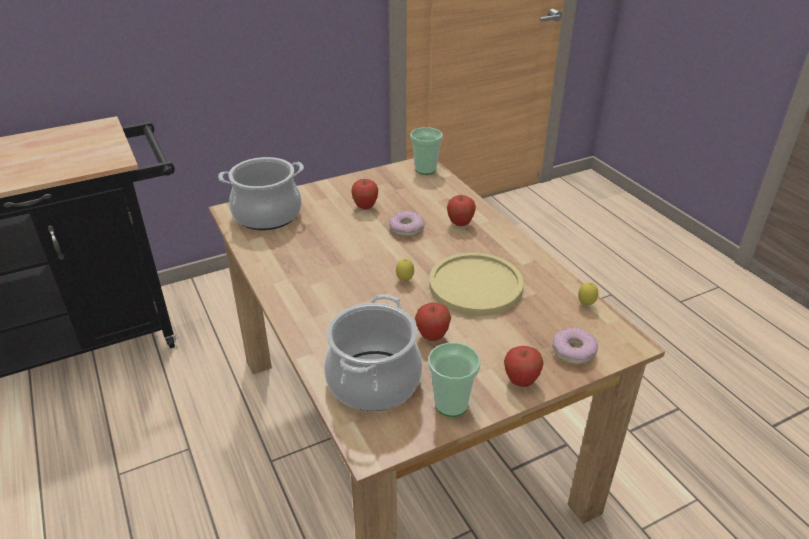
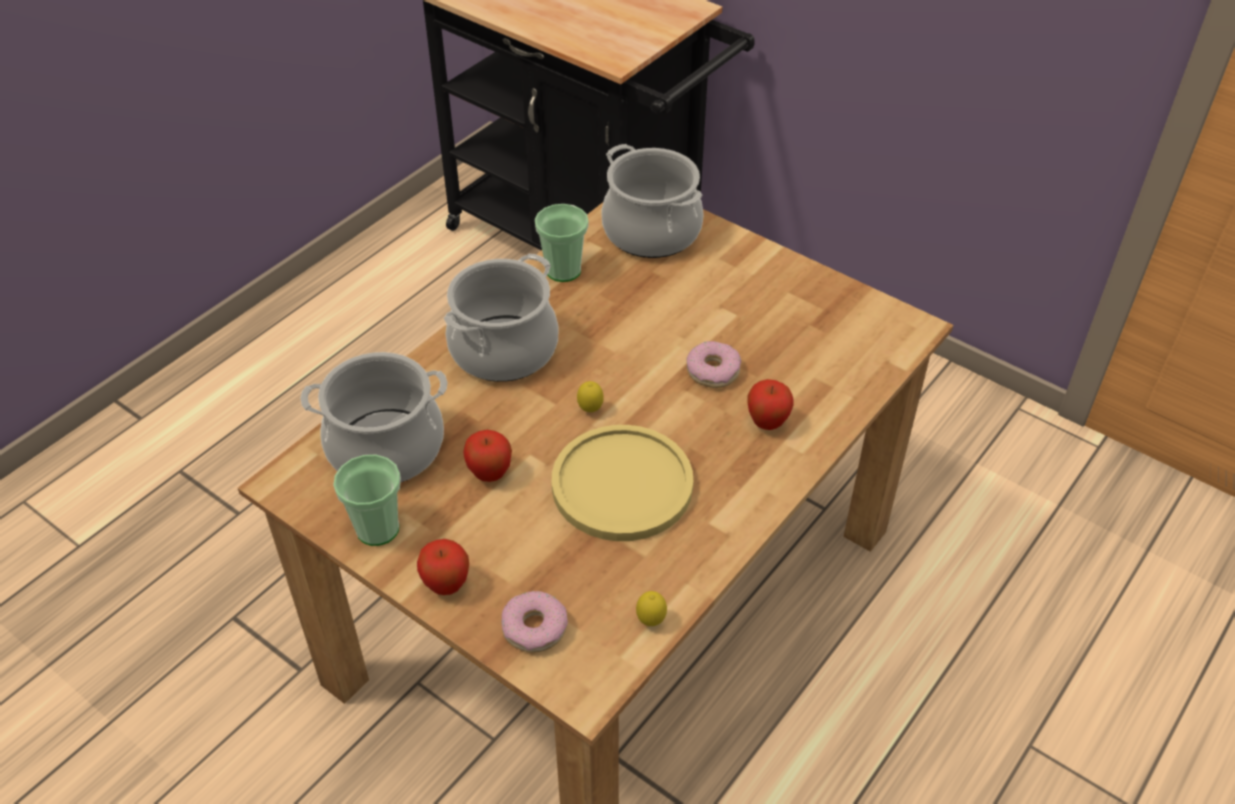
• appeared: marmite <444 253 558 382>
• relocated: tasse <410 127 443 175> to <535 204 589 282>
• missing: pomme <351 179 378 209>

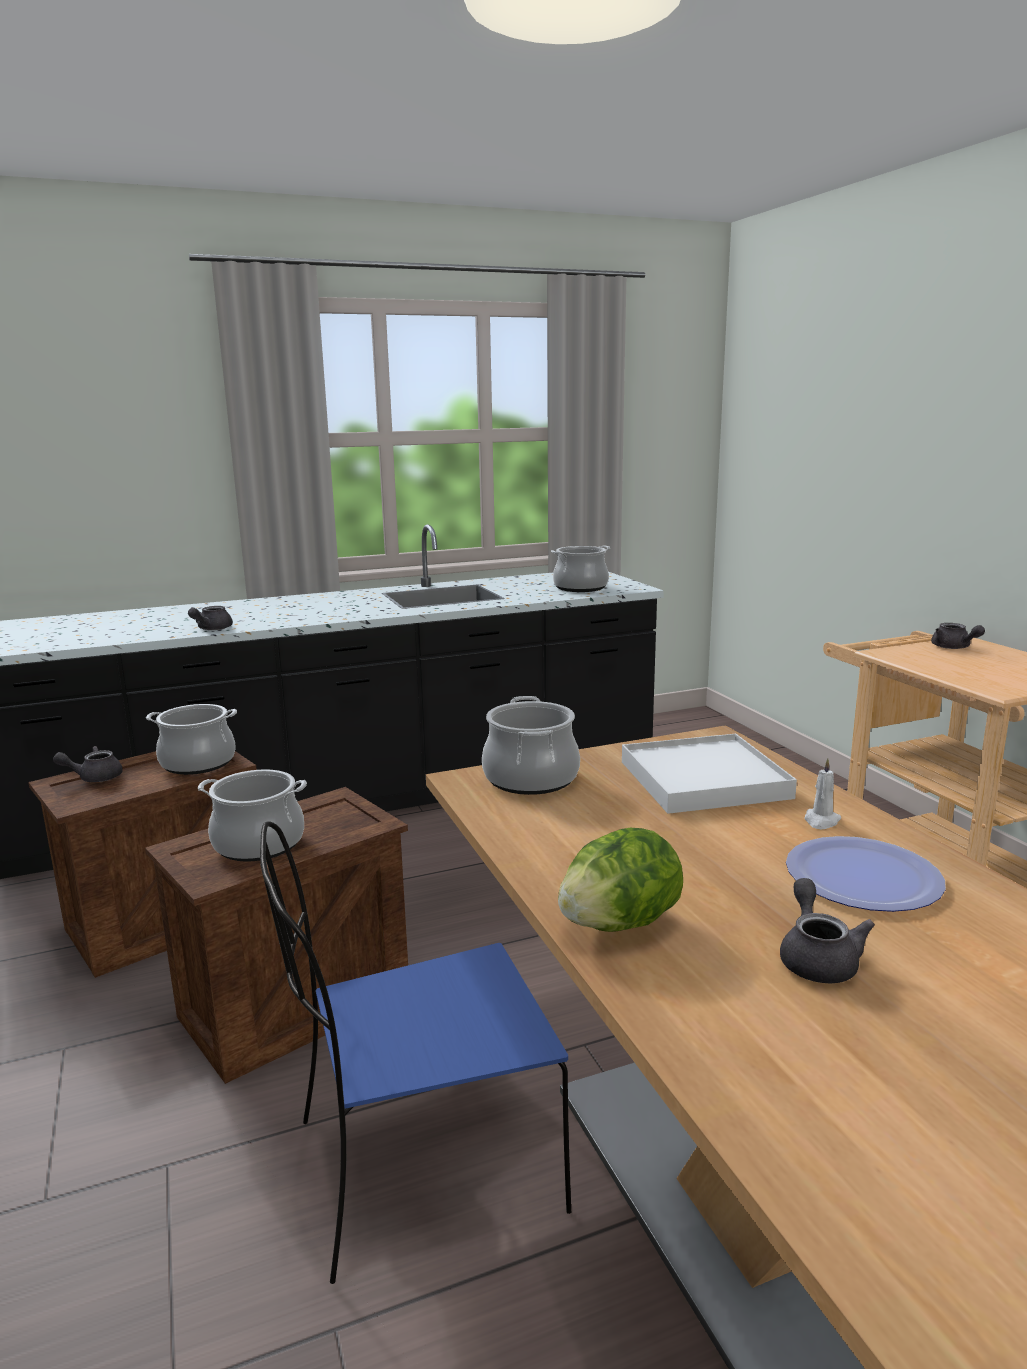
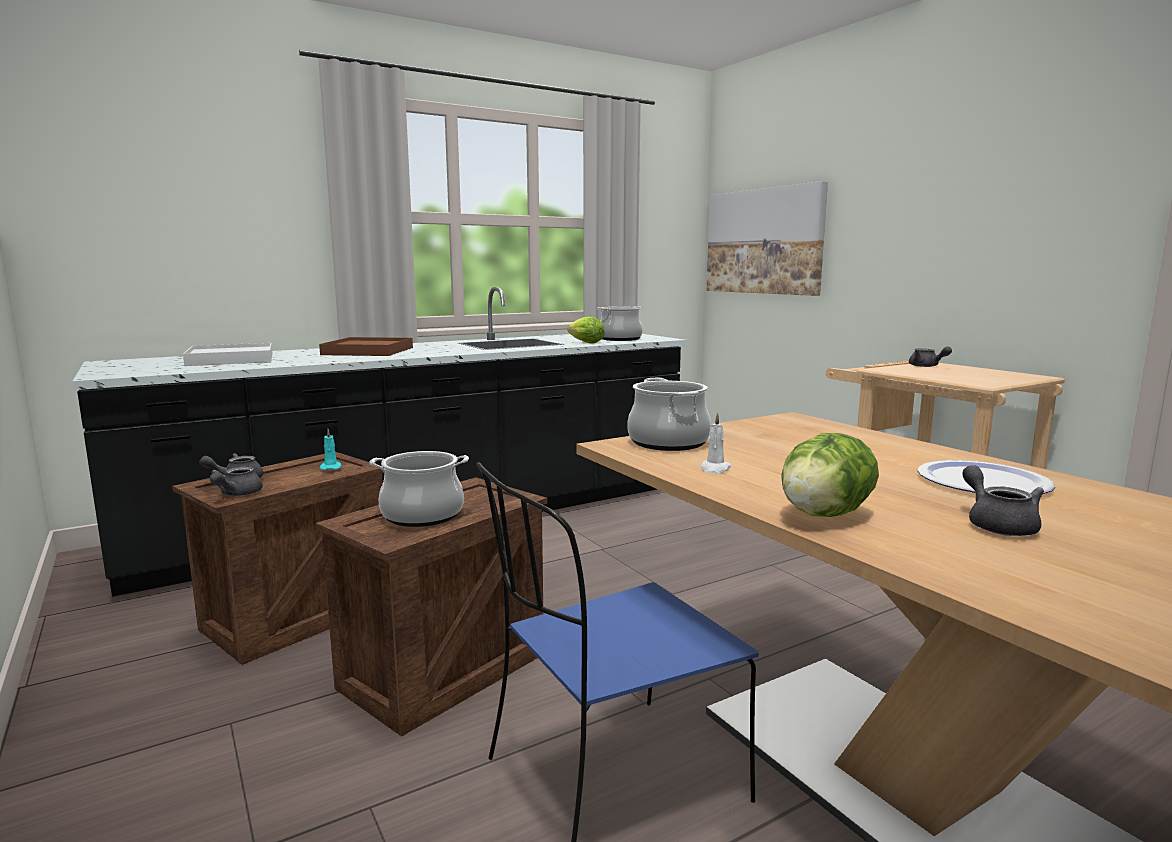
• relocated: plateau (blanc) <622 734 797 814> to <183 343 273 366>
• relocated: théière (gris) <188 606 233 630> to <210 467 263 496>
• appeared: plateau (marron) <319 337 413 356>
• exchanged: marmite <146 704 237 775> to bougie (turquoise) <320 429 341 470>
• appeared: laitue <567 317 605 344>
• relocated: bougie (blanc) <804 758 841 829> to <701 412 731 474>
• appeared: tableau <706 181 828 296>

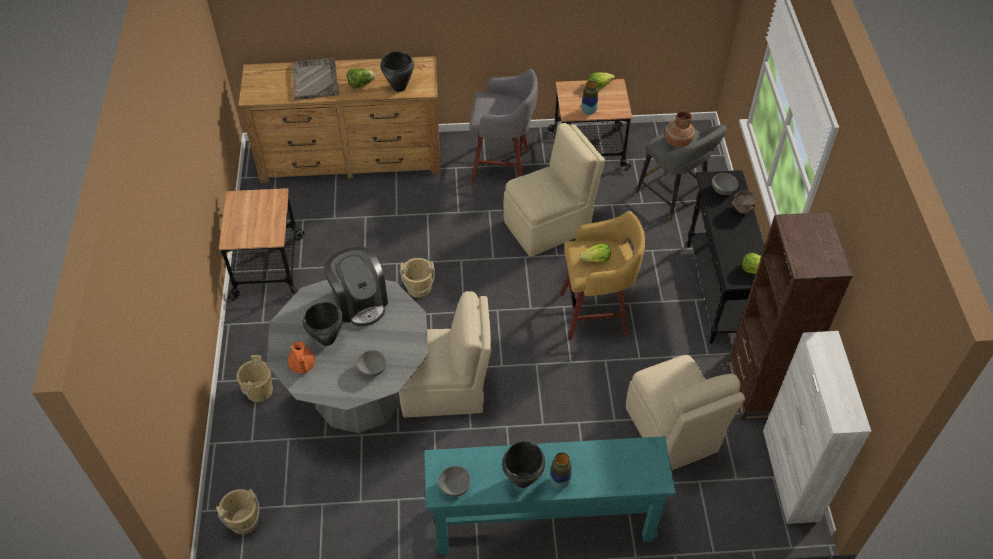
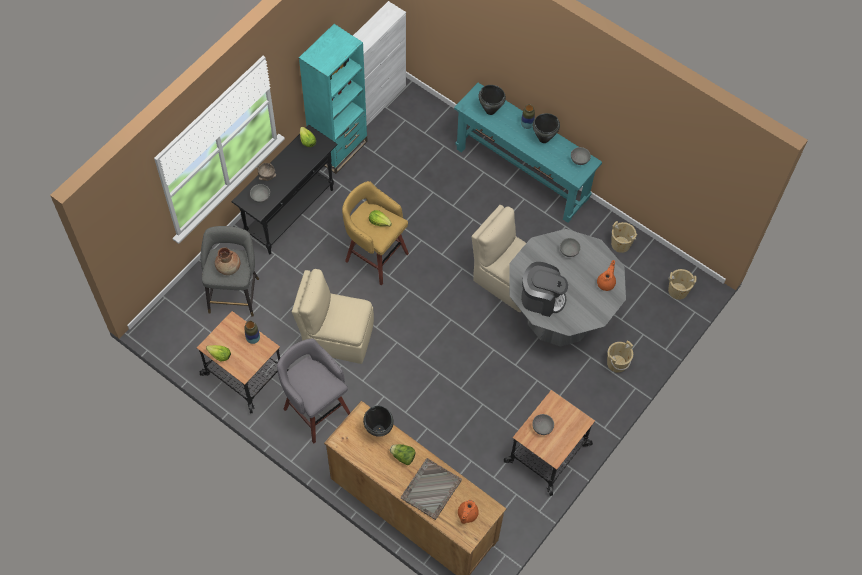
• colour: bibliothèque (marron) <728 212 853 420> to bibliothèque (turquoise) <299 24 368 174>
• appeared: théière (orange) <458 500 479 524>
• relocated: marmite (noir) <302 302 343 346> to <478 85 506 115>
• spun: machine à café <324 247 388 326> = <521 262 568 317> 90 degrees clockwise
• appeared: bol (gris) <532 414 554 435>
• relocated: seau (beige) <400 258 435 298> to <611 221 637 253>
• missing: chaise (beige) <626 355 745 470>

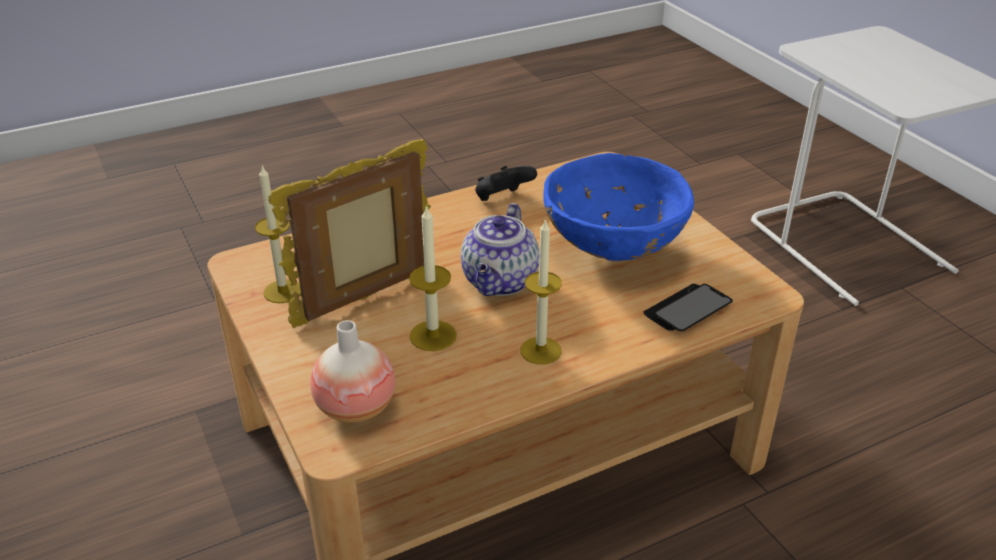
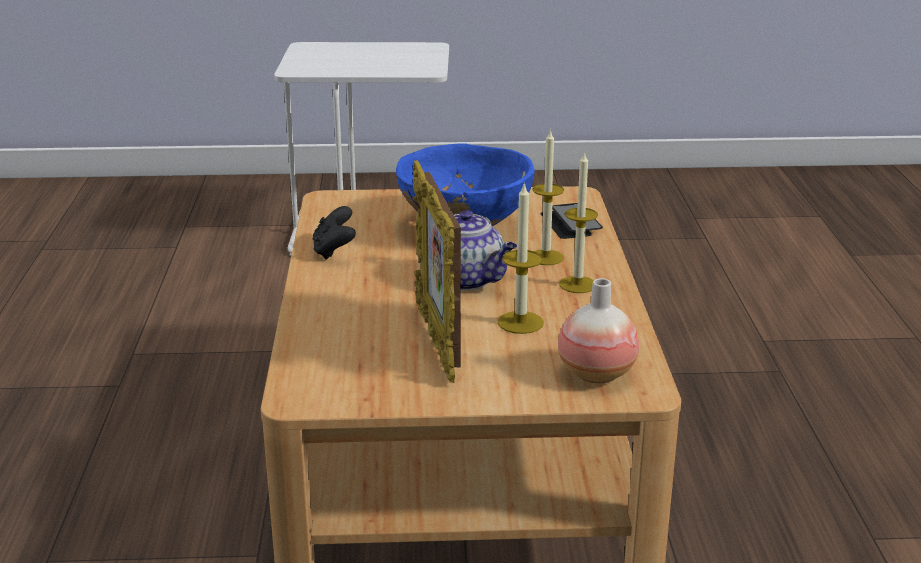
• relocated: bougie <255 165 301 303> to <533 129 564 265>

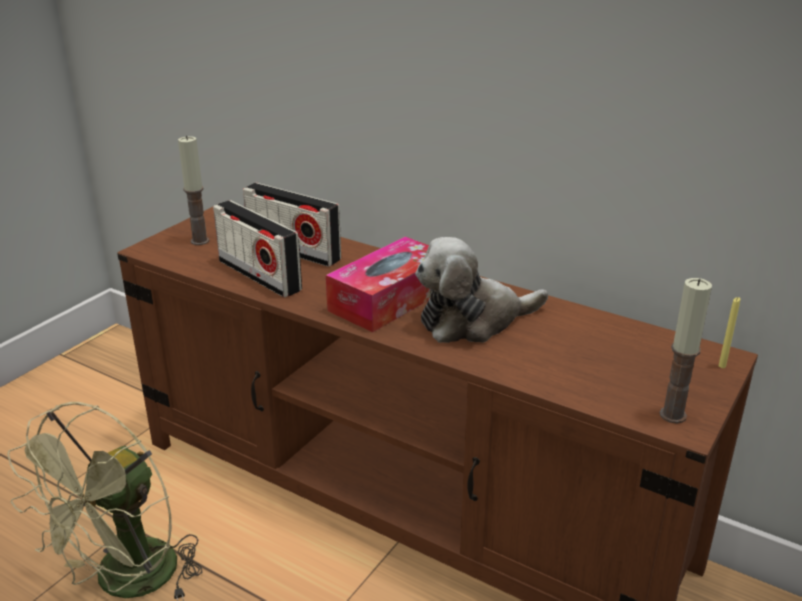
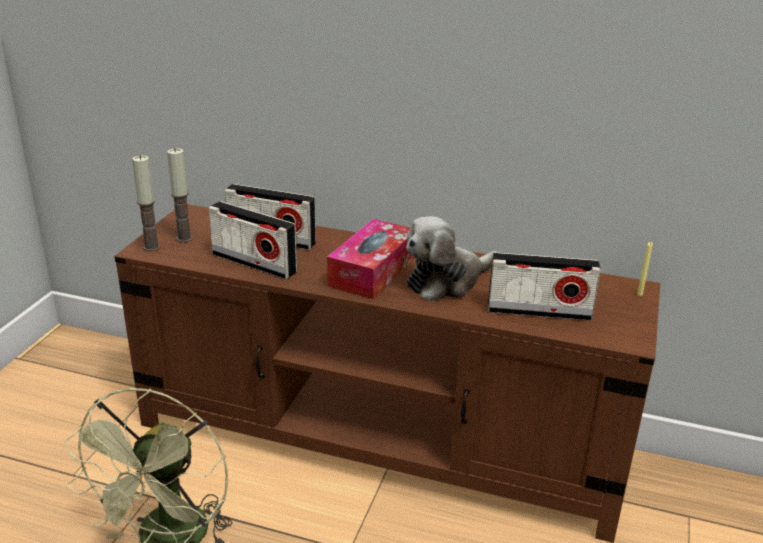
• relocated: bougie <660 278 712 423> to <132 155 160 251>
• appeared: radio <488 252 601 321>

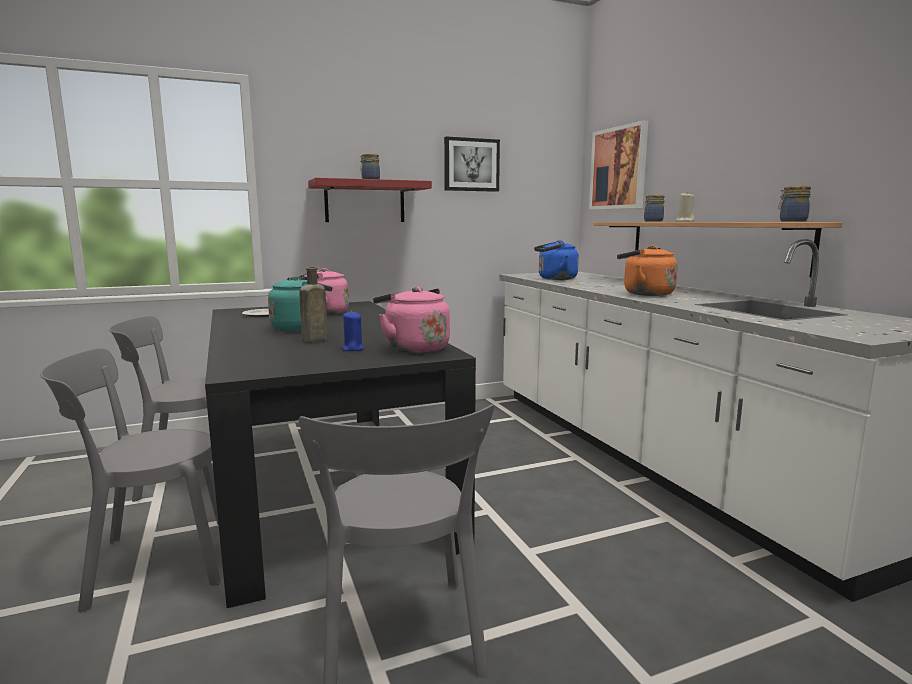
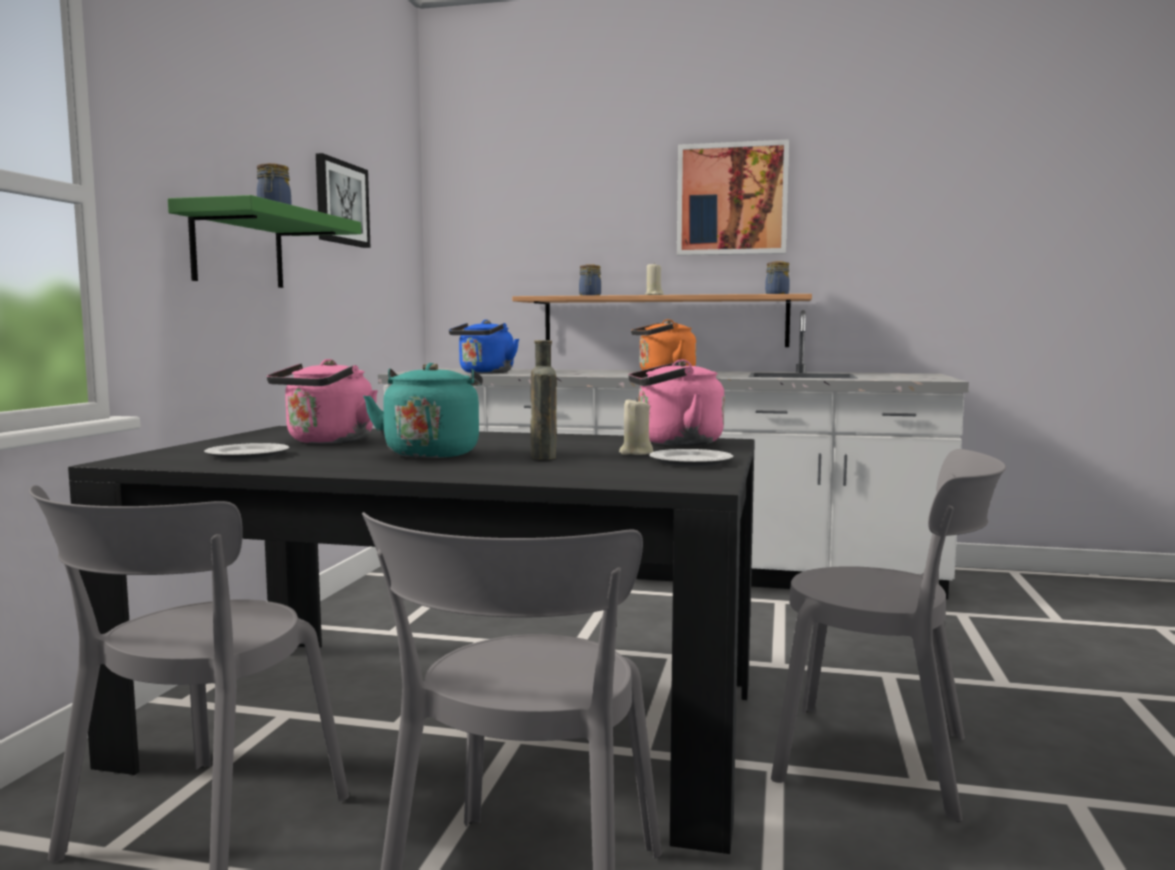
• colour: étagère (rouge) <308 178 432 222> to étagère (vert) <168 195 361 288>
• colour: bougie (bleu) <341 311 364 351> to bougie (beige) <619 397 653 455>
• appeared: assiette <649 449 733 466>
• relocated: tableau <589 120 648 210> to <677 139 789 256>

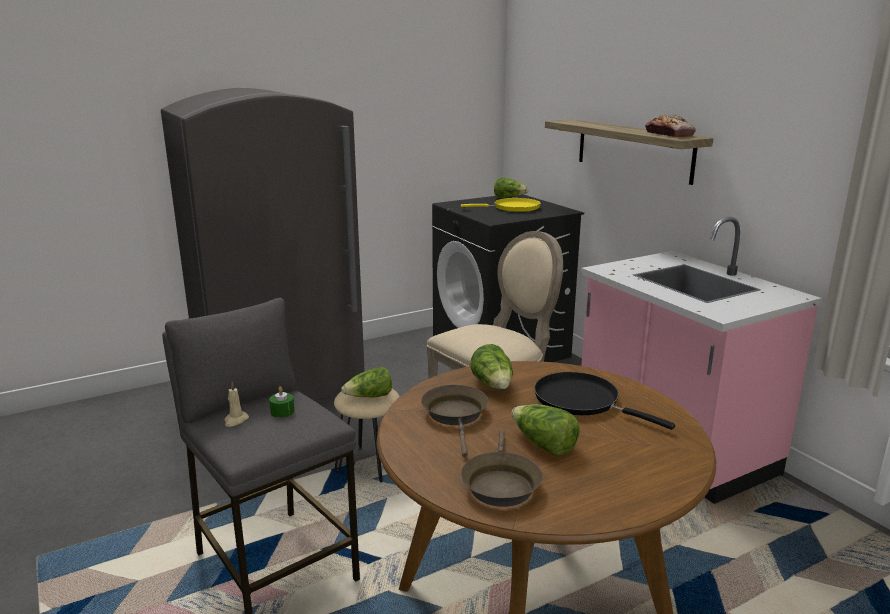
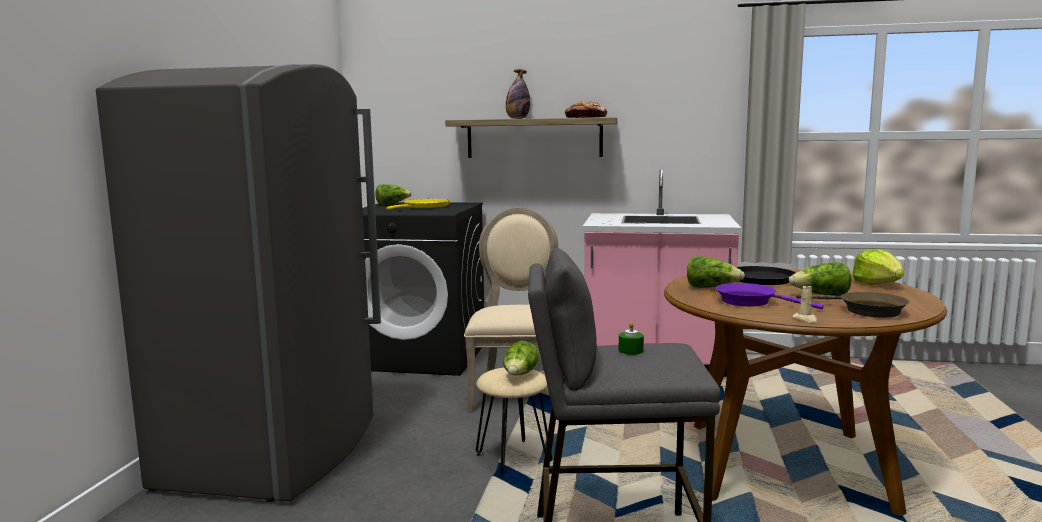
• appeared: bouteille <506 69 530 119>
• colour: poêle (marron) <421 385 488 457> to poêle (violet) <715 283 823 309>
• relocated: bougie (beige) <224 382 249 427> to <792 278 817 323>
• appeared: laitue <852 249 904 285>

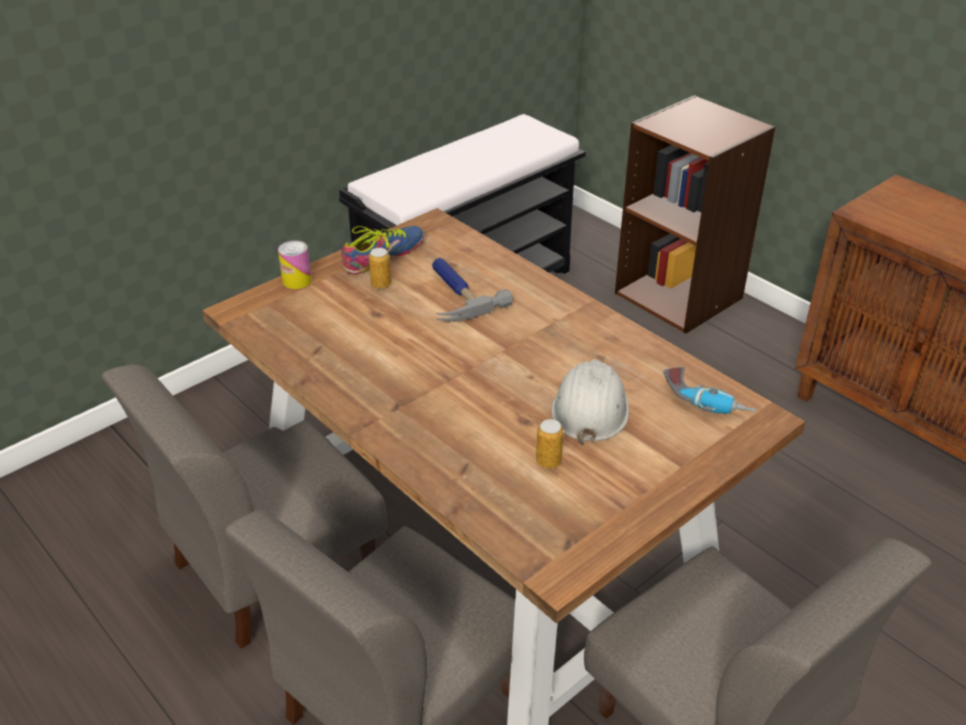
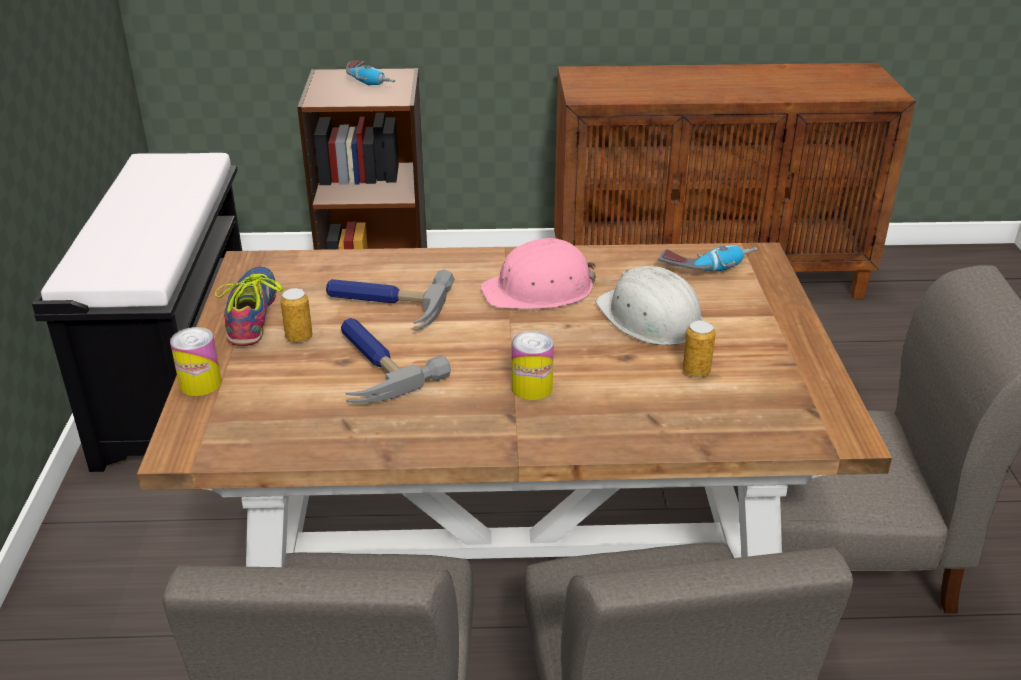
• appeared: marteau <341 318 451 403>
• appeared: perceuse <346 60 395 86>
• appeared: casque de chantier (rose) <480 238 596 309>
• appeared: boîte métallique <512 331 554 400>

